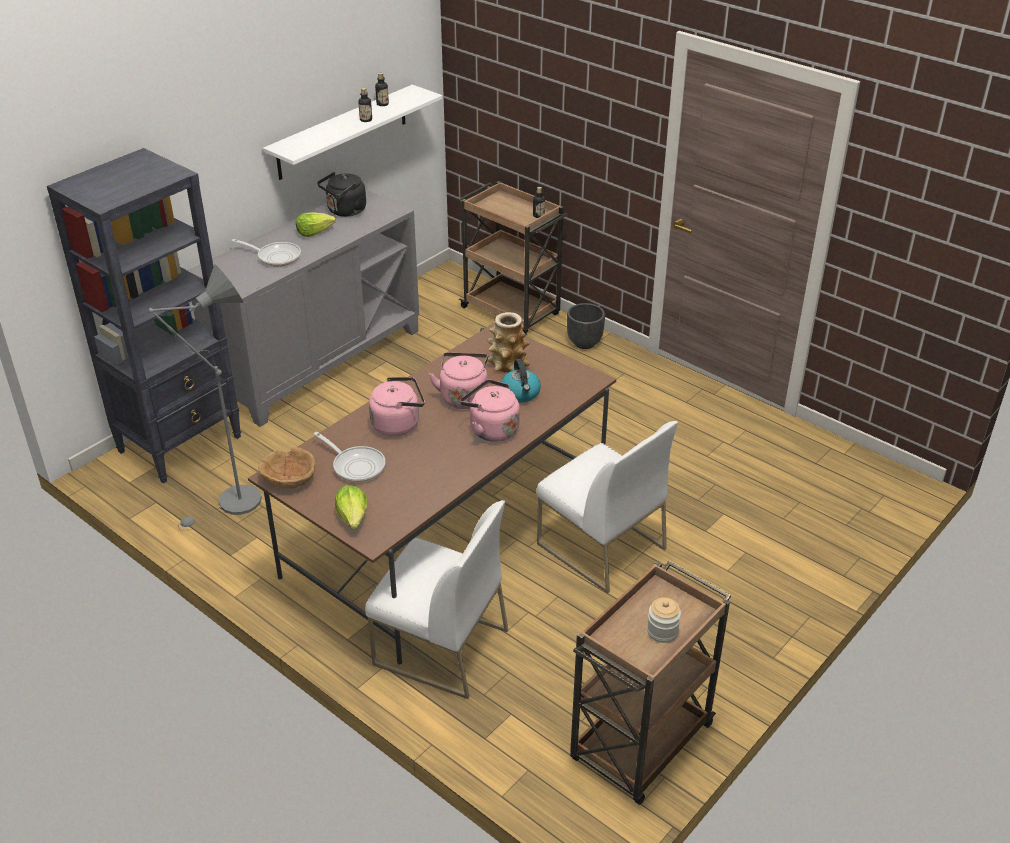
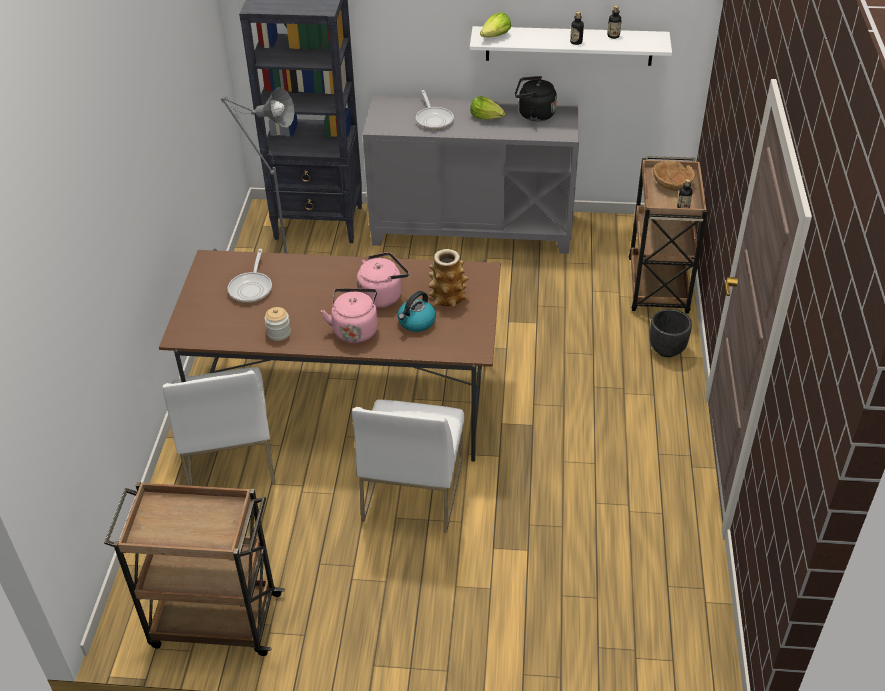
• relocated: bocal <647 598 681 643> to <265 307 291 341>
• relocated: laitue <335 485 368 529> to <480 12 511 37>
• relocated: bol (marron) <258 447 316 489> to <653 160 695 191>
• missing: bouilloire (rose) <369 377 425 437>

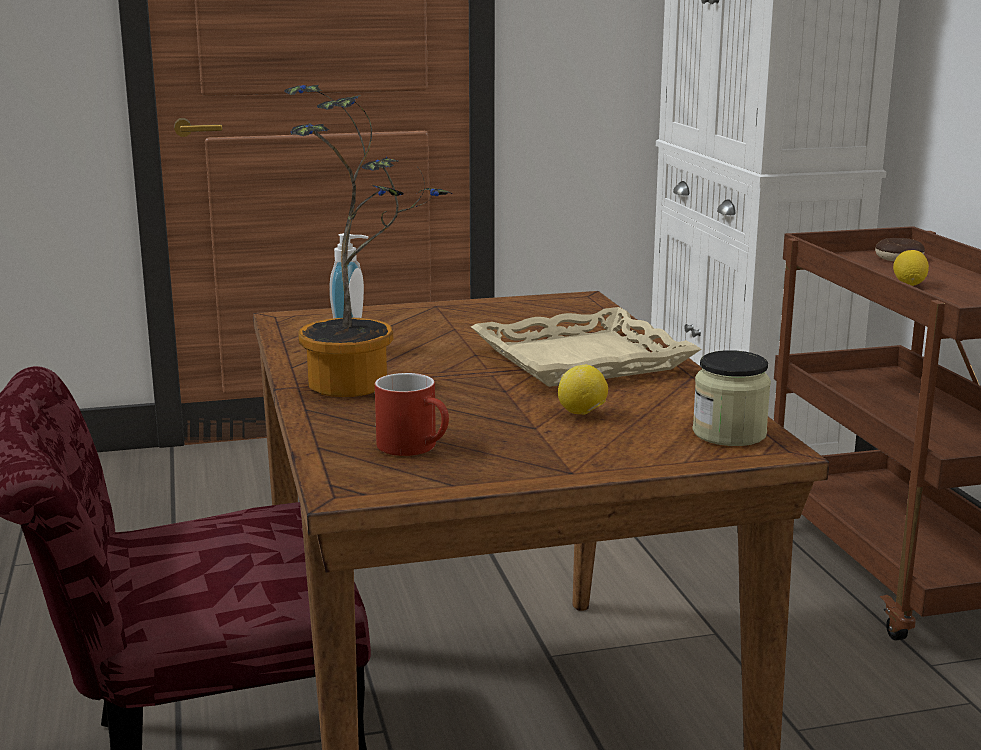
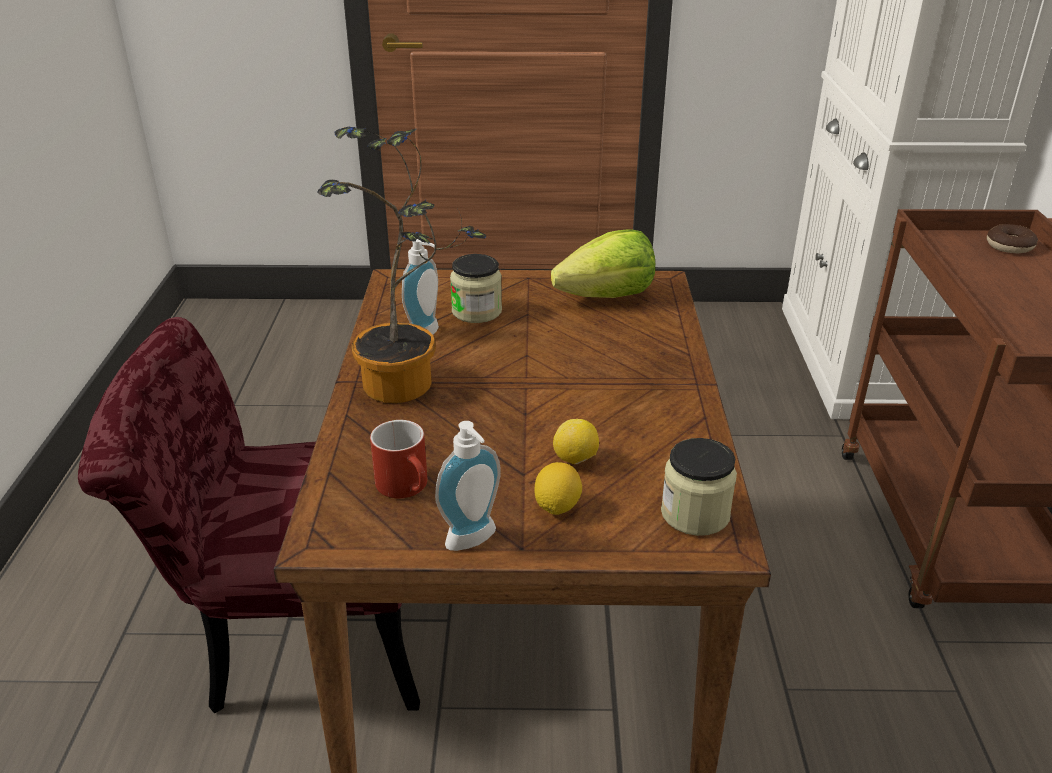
• appeared: distributeur de savon <435 421 501 551>
• appeared: bocal <450 254 502 323>
• relocated: citron <893 250 929 286> to <534 462 582 515>
• appeared: laitue <551 229 655 298>
• missing: plateau (beige) <471 307 702 387>

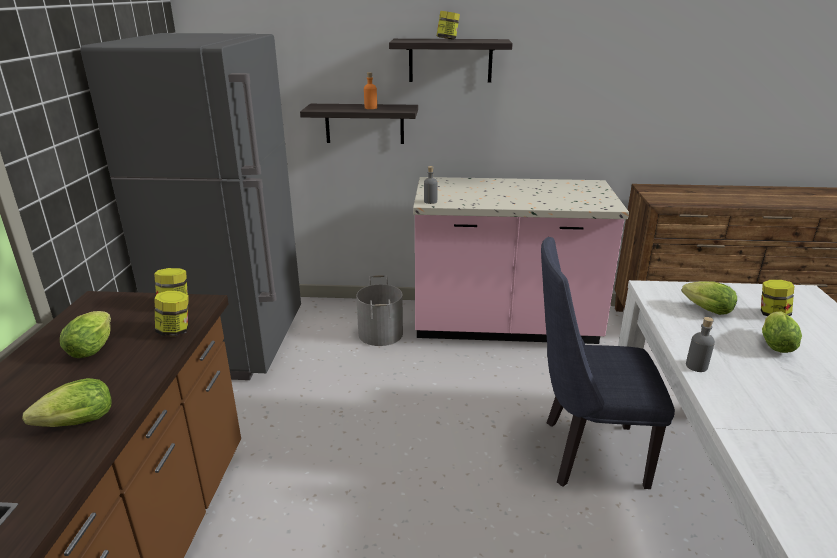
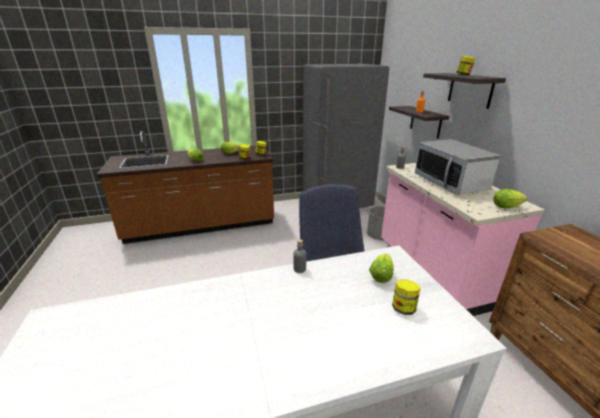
• appeared: micro-ondes <415 139 501 195>
• relocated: laitue <762 311 802 353> to <493 189 527 208>

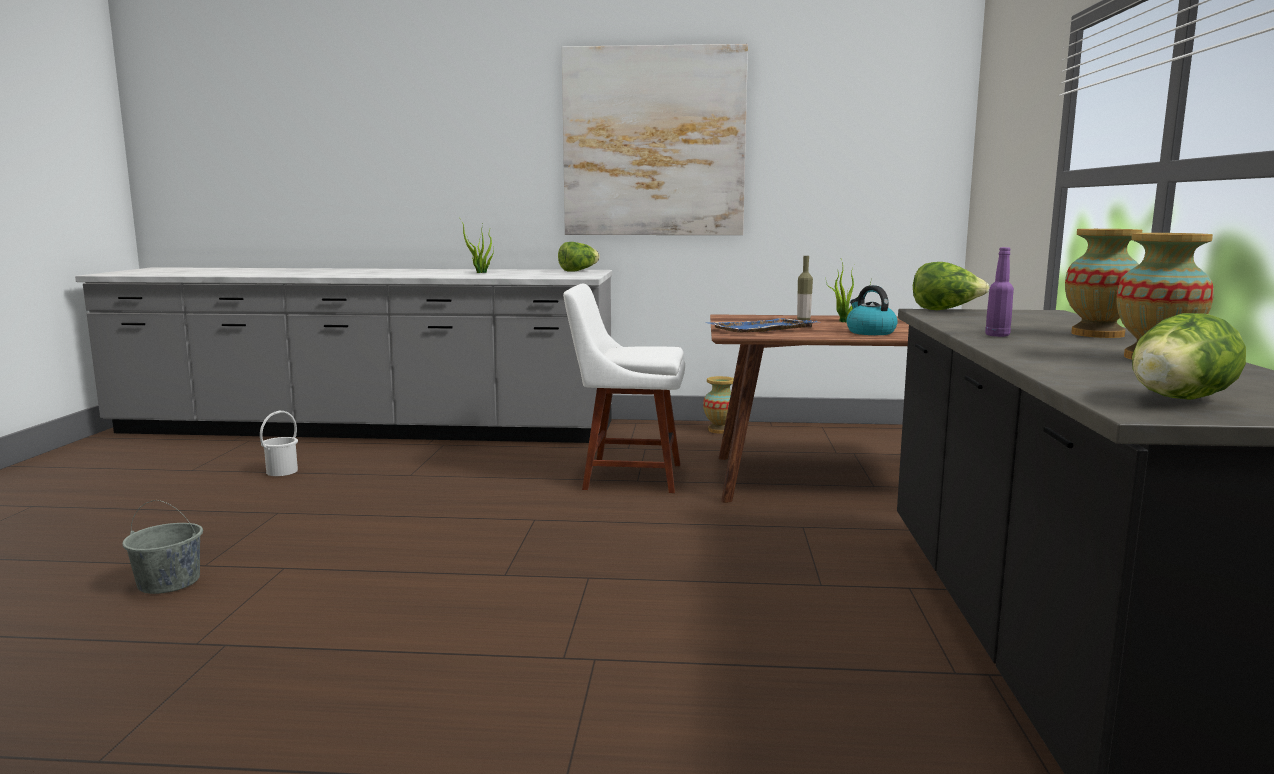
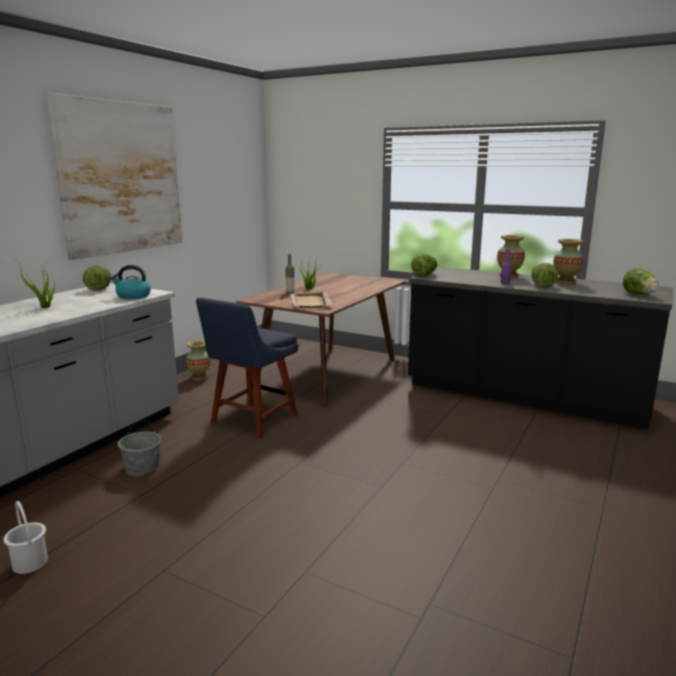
• relocated: bouilloire <847 285 898 335> to <110 265 151 299>
• relocated: seau (gris) <122 500 203 594> to <118 420 161 475>
• colour: chaise (blanc) <563 283 685 493> to chaise (bleu) <196 298 298 438>
• colour: plateau (bleu) <707 318 818 333> to plateau (beige) <290 292 333 308>
• appeared: laitue <531 263 558 287>

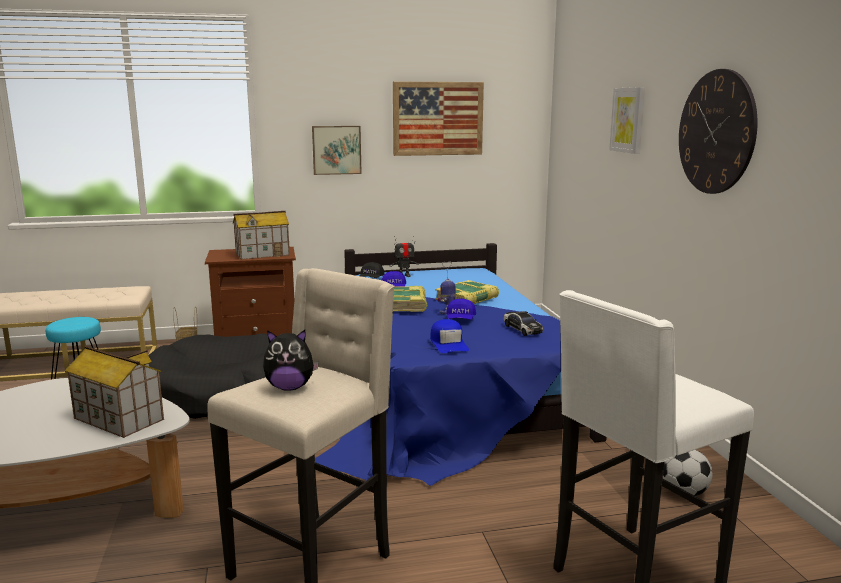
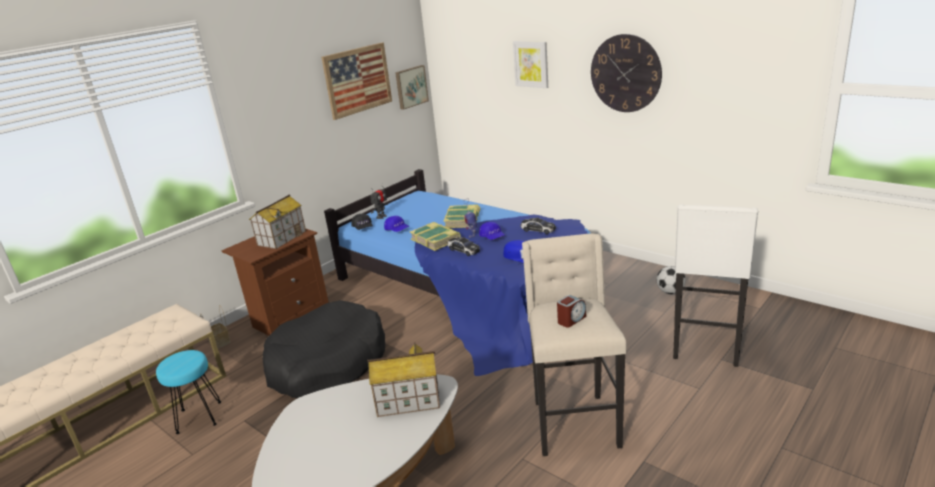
• relocated: tableau <312 126 362 175> to <395 65 429 110>
• appeared: petite voiture <448 237 480 256>
• exchanged: peluche <263 330 319 391> to réveil <557 295 586 328>

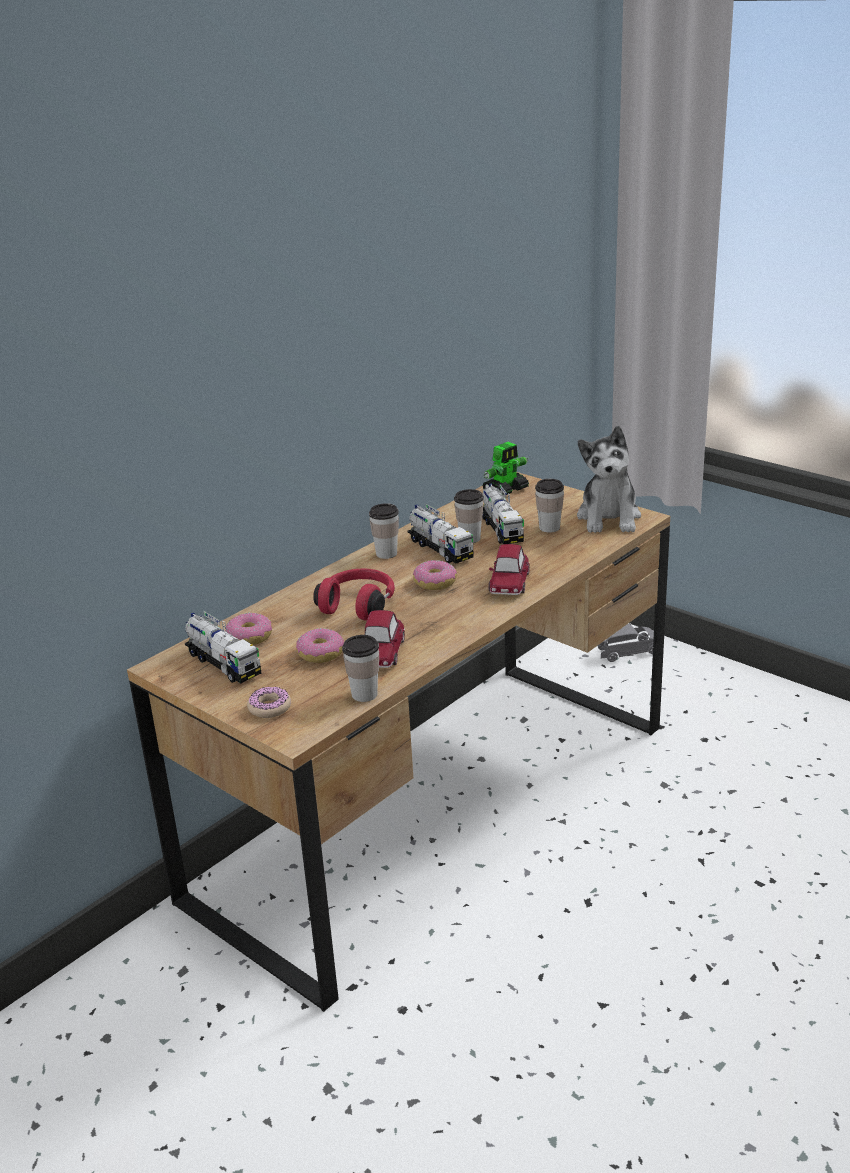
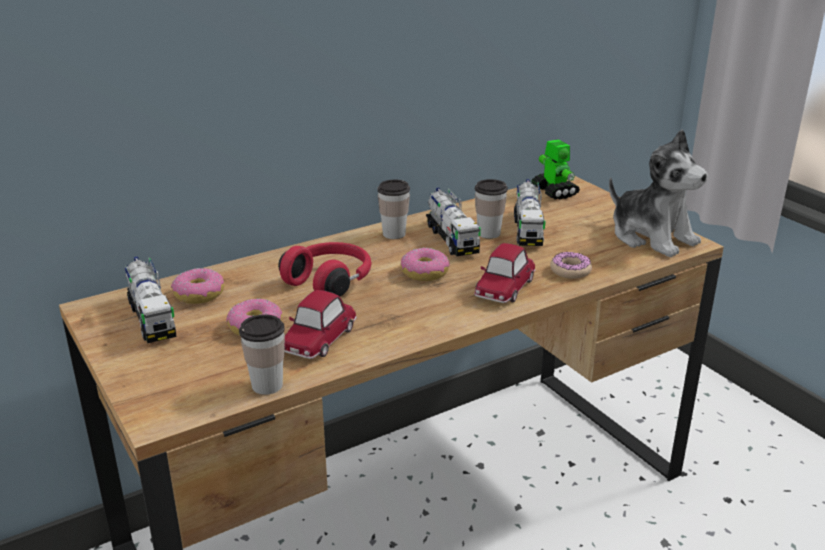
• spun: robot jouet <482 442 529 494> = <531 139 580 199> 90 degrees counterclockwise
• relocated: beignet <247 687 291 718> to <550 252 592 279>
• spun: peluche <577 426 641 533> = <609 129 708 257> 60 degrees counterclockwise
• missing: tasse <535 479 564 532>
• missing: petite voiture (gris) <598 624 654 662>

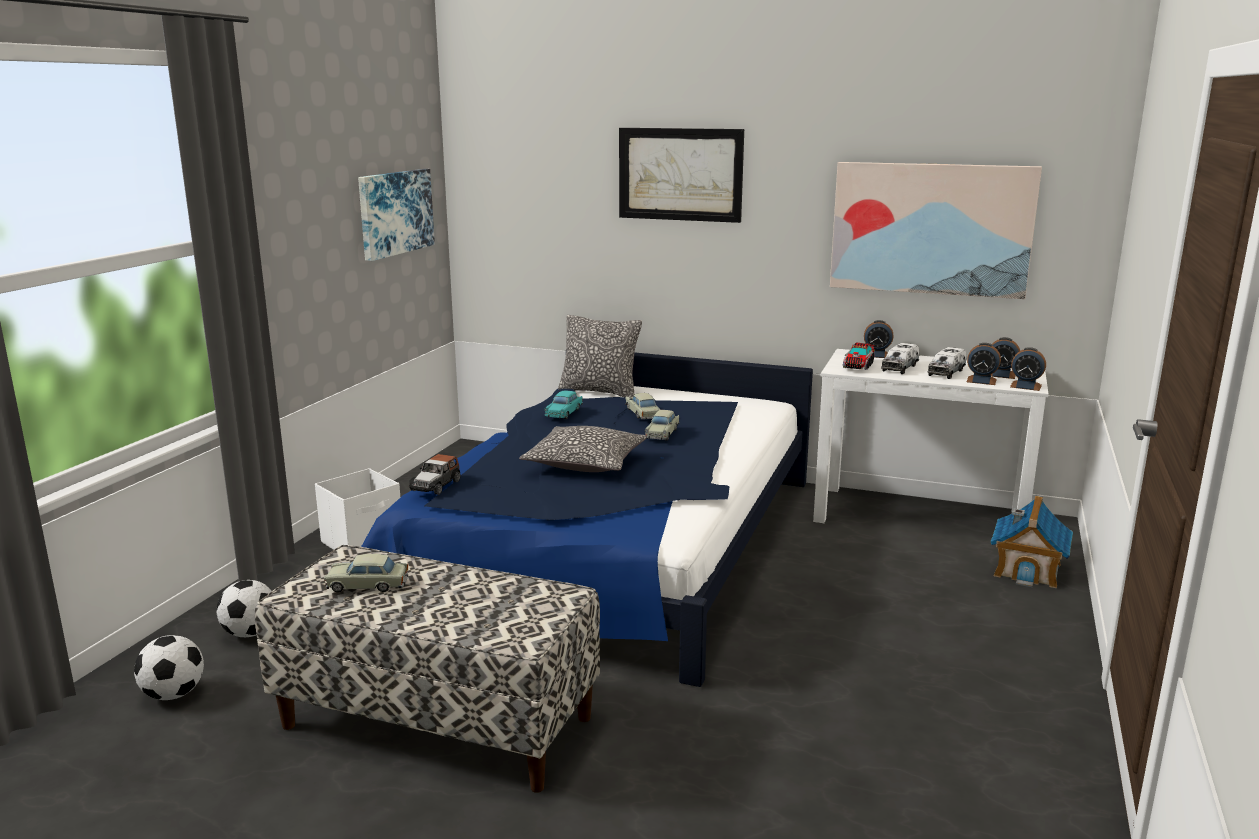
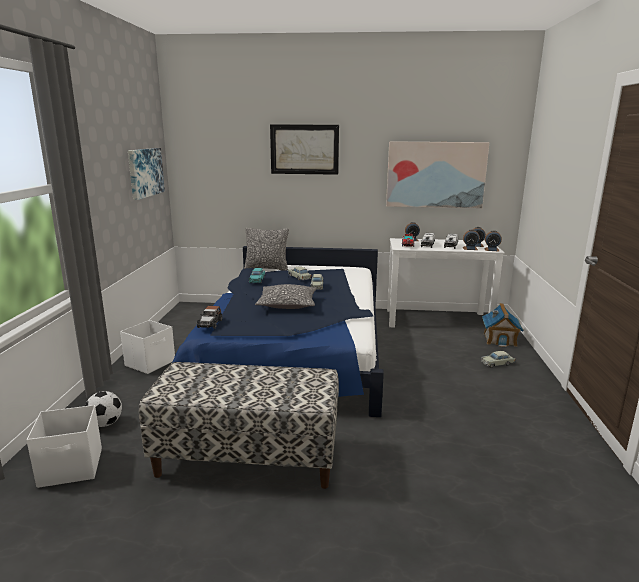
• exchanged: ballon de foot <134 635 204 700> to boîte de rangement (blanc) <26 405 102 488>
• relocated: petite voiture (beige) <324 554 408 592> to <481 351 515 368>

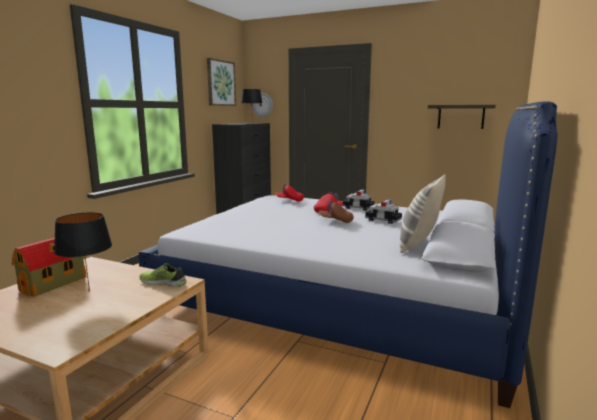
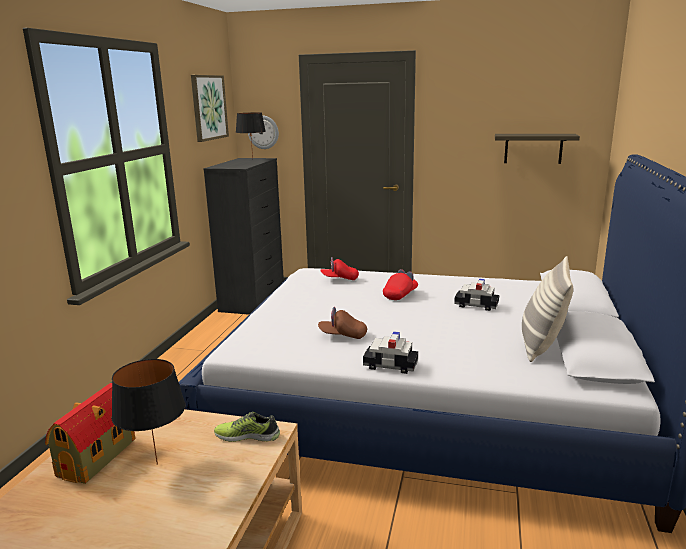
• relocated: casquette (marron) <319 200 354 223> to <318 307 367 339>
• relocated: petite voiture <343 189 375 211> to <363 332 418 374>

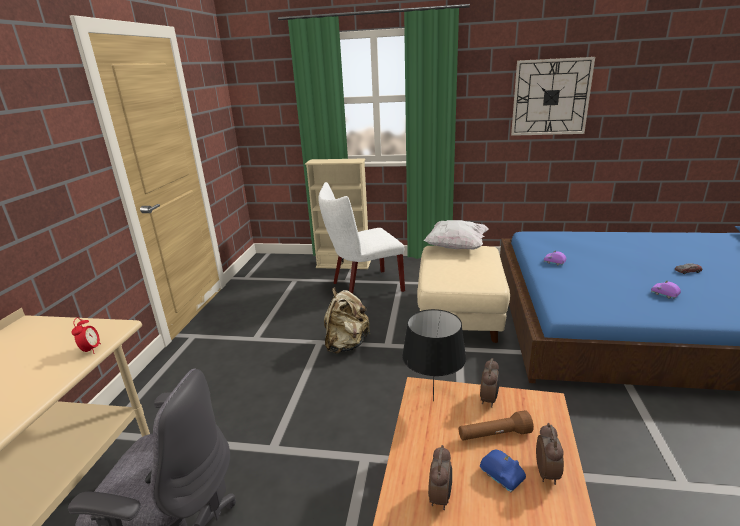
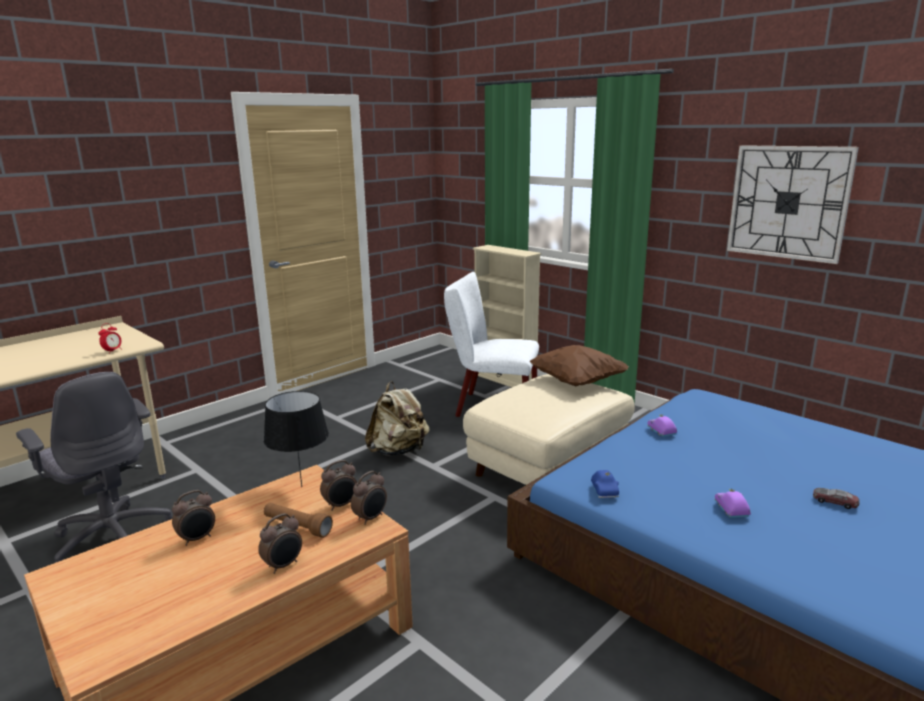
• appeared: réveil <351 471 387 525>
• colour: coussin (blanc) <424 220 489 249> to coussin (marron) <529 345 629 386>
• relocated: petite voiture (bleu) <480 450 526 492> to <591 470 619 498>

